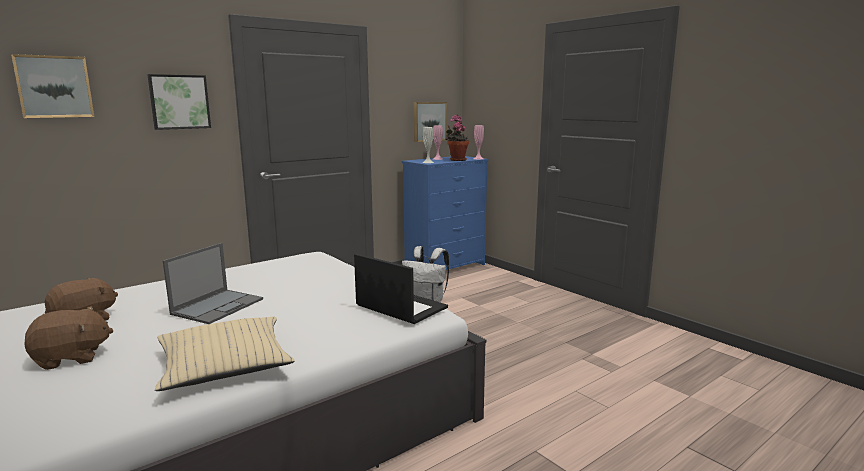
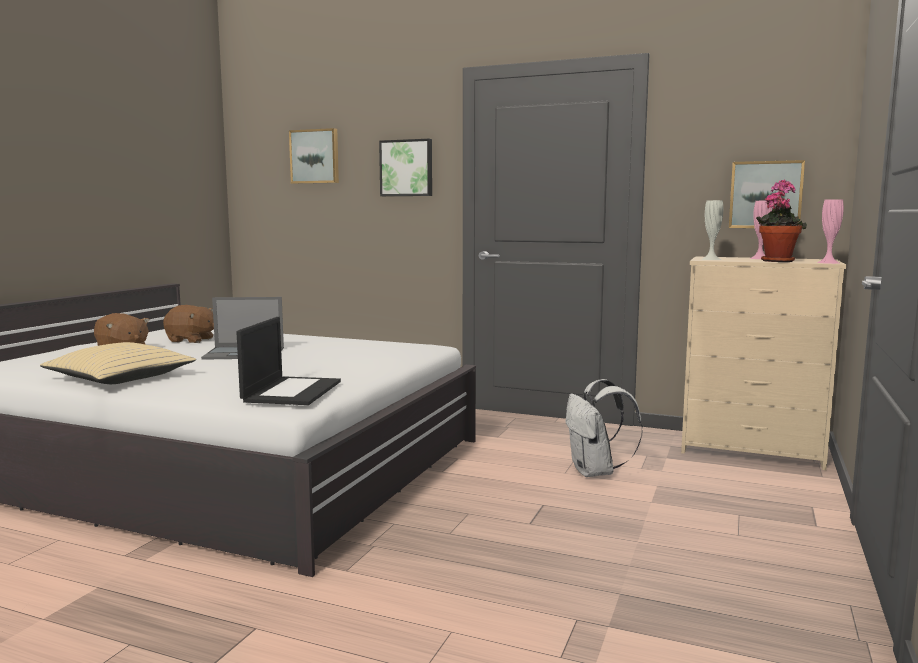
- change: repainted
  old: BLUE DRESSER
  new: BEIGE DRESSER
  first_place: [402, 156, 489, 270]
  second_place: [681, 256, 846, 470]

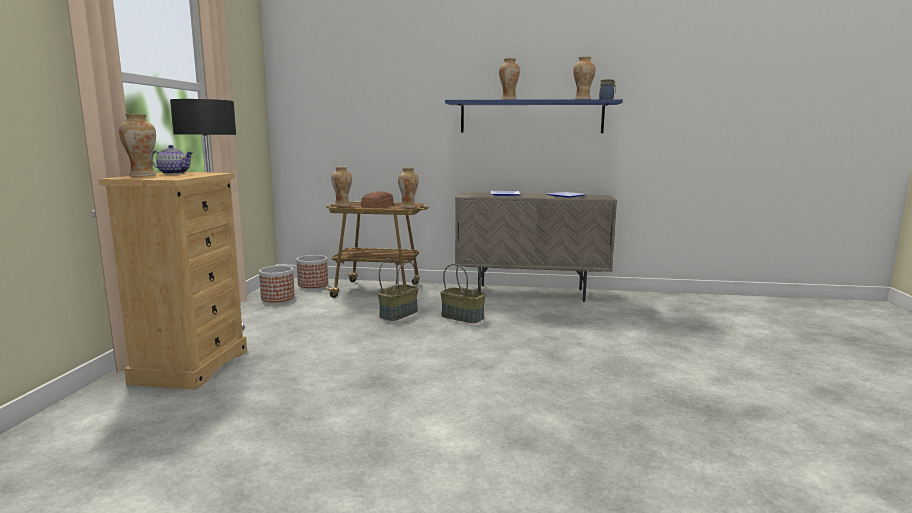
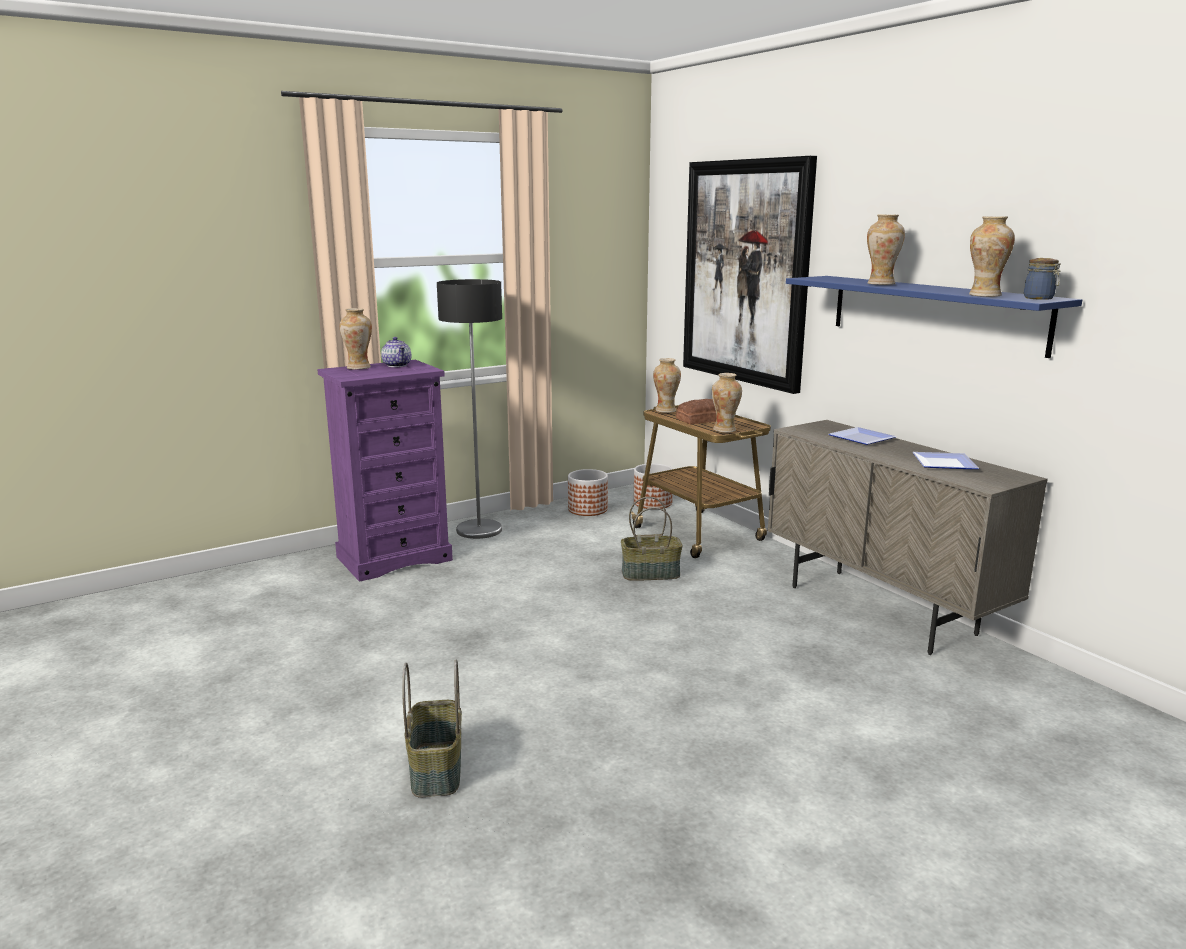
- change: repainted
  old: BEIGE DRESSER
  new: PURPLE DRESSER
  first_place: [98, 172, 247, 390]
  second_place: [317, 360, 453, 582]
- change: shifted
  old: BASKET
  first_place: [440, 259, 486, 323]
  second_place: [402, 660, 462, 797]
- change: new
  new: PICTURE
  second_place: [683, 156, 817, 394]

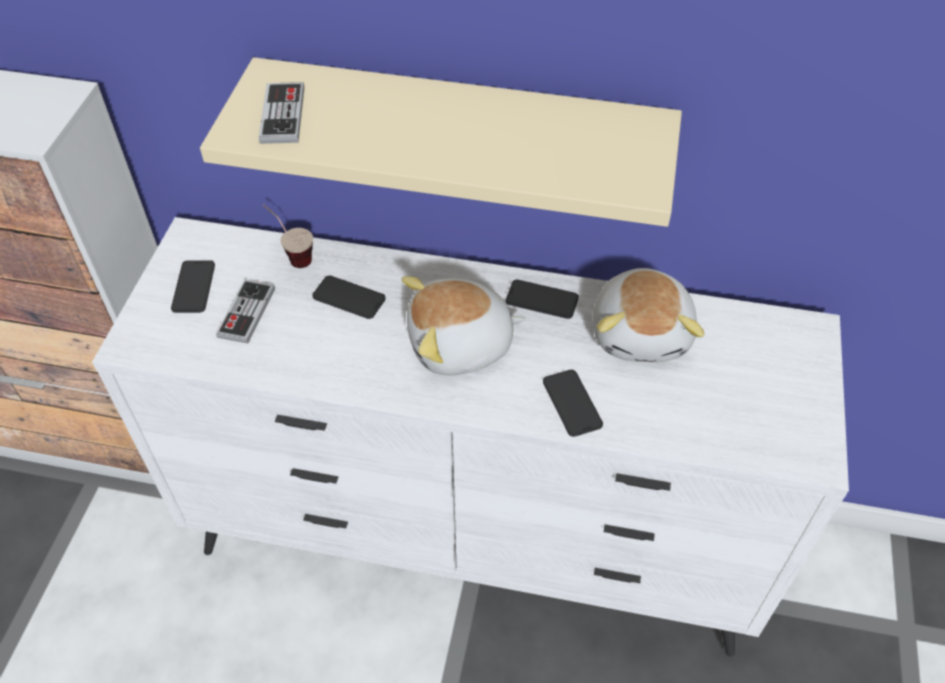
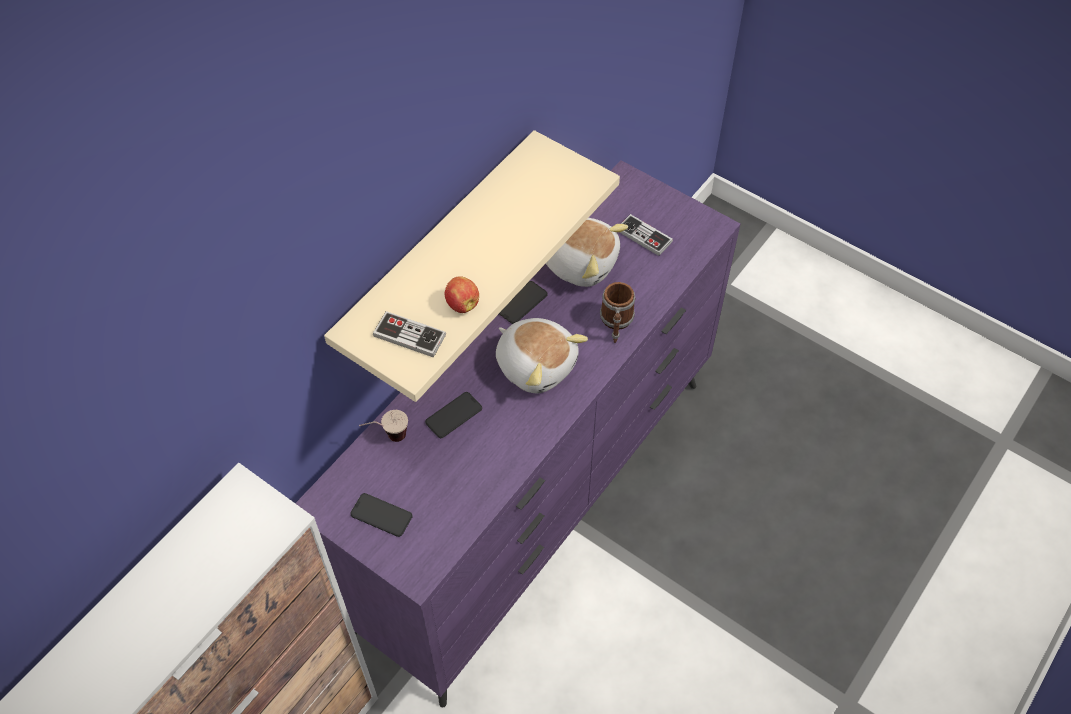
- change: repainted
  old: WHITE DRESSER
  new: PURPLE DRESSER
  first_place: [92, 217, 849, 657]
  second_place: [295, 160, 740, 708]
- change: new
  new: APPLE
  second_place: [445, 276, 479, 313]
- change: rotated
  old: PLUSH TOY
  first_place: [401, 276, 526, 375]
  second_place: [496, 318, 588, 393]
  degrees: -60
- change: swapped
  old: PHONE
  new: MUG
  first_place: [543, 370, 603, 437]
  second_place: [600, 282, 635, 343]
- change: shifted
  old: GAME CONTROLLER
  first_place: [216, 280, 275, 343]
  second_place: [620, 214, 673, 256]

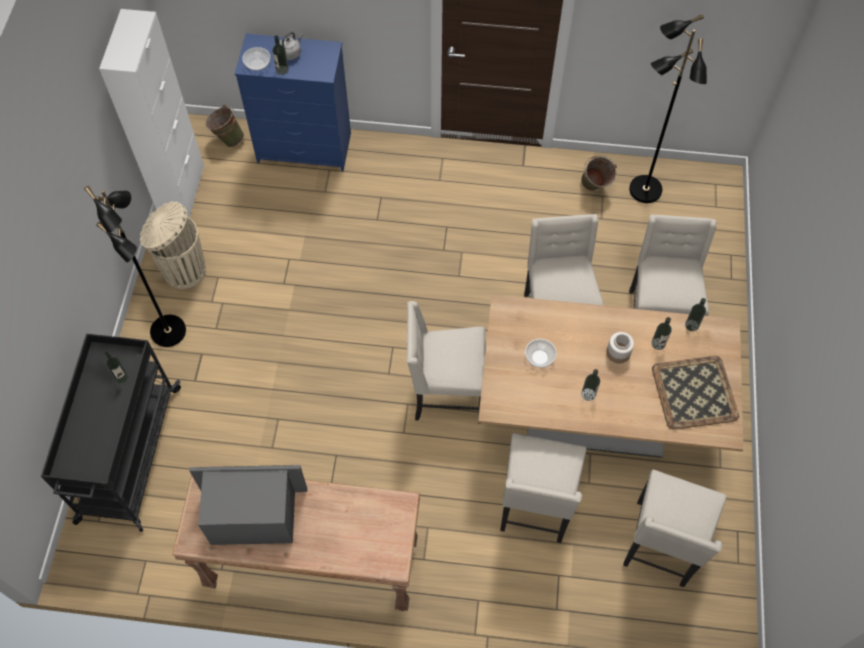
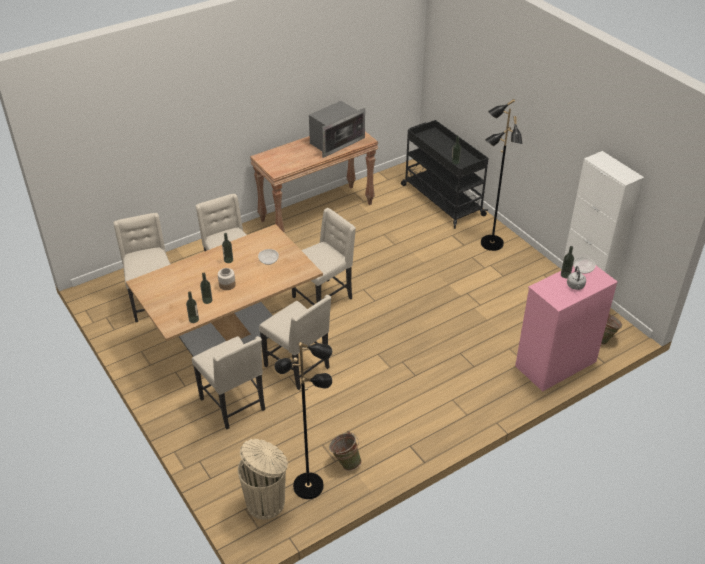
- change: shifted
  old: BEIGE TRASH CAN
  first_place: [140, 201, 206, 289]
  second_place: [238, 439, 288, 520]
- change: repainted
  old: BLUE DRESSER
  new: PINK DRESSER
  first_place: [235, 34, 351, 171]
  second_place: [515, 266, 618, 392]
- change: gone
  old: TRAY
  first_place: [652, 356, 739, 430]

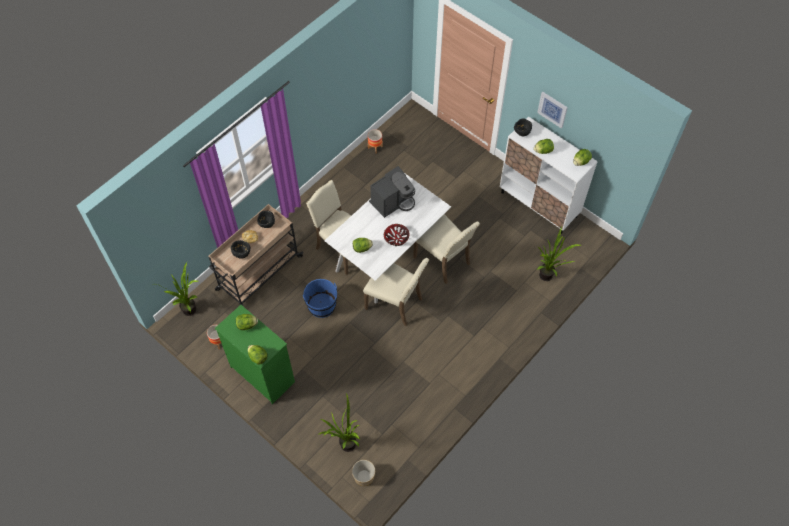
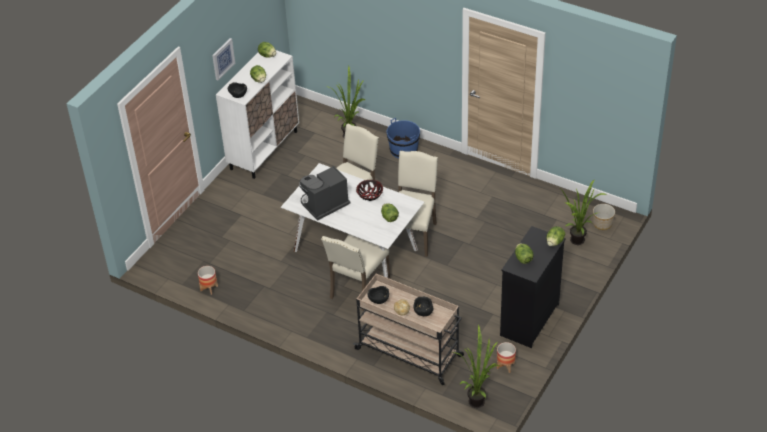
- change: rotated
  old: COFFEE MACHINE
  first_place: [369, 166, 415, 218]
  second_place: [299, 166, 351, 220]
  degrees: -75
- change: shifted
  old: BLUE BUCKET
  first_place: [303, 279, 337, 318]
  second_place: [387, 118, 420, 159]
- change: repainted
  old: GREEN DRESSER
  new: BLACK DRESSER
  first_place: [215, 305, 295, 404]
  second_place: [500, 226, 566, 348]

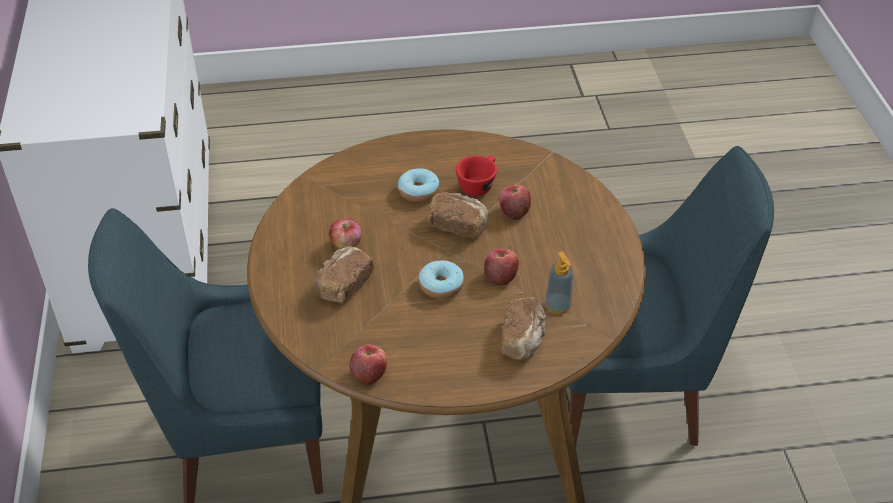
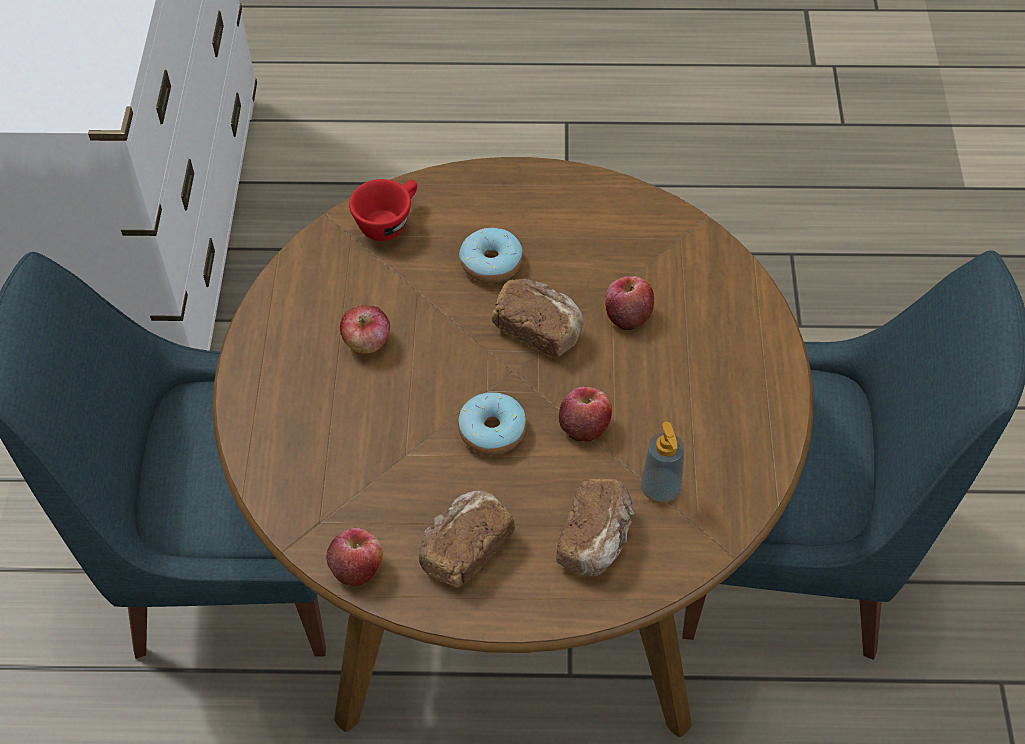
- change: shifted
  old: RED CUP
  first_place: [456, 155, 497, 196]
  second_place: [349, 179, 417, 241]
- change: shifted
  old: BREAD
  first_place: [315, 246, 374, 303]
  second_place: [418, 491, 515, 588]

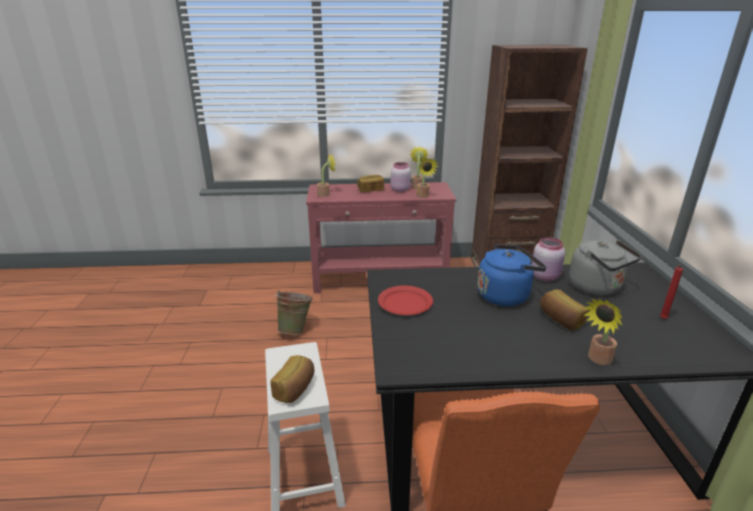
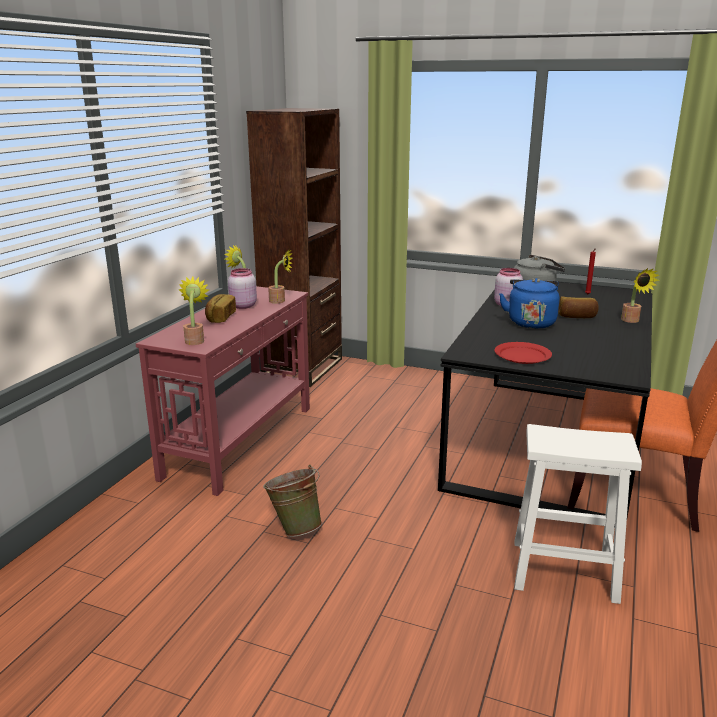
- change: gone
  old: BREAD
  first_place: [270, 355, 315, 403]

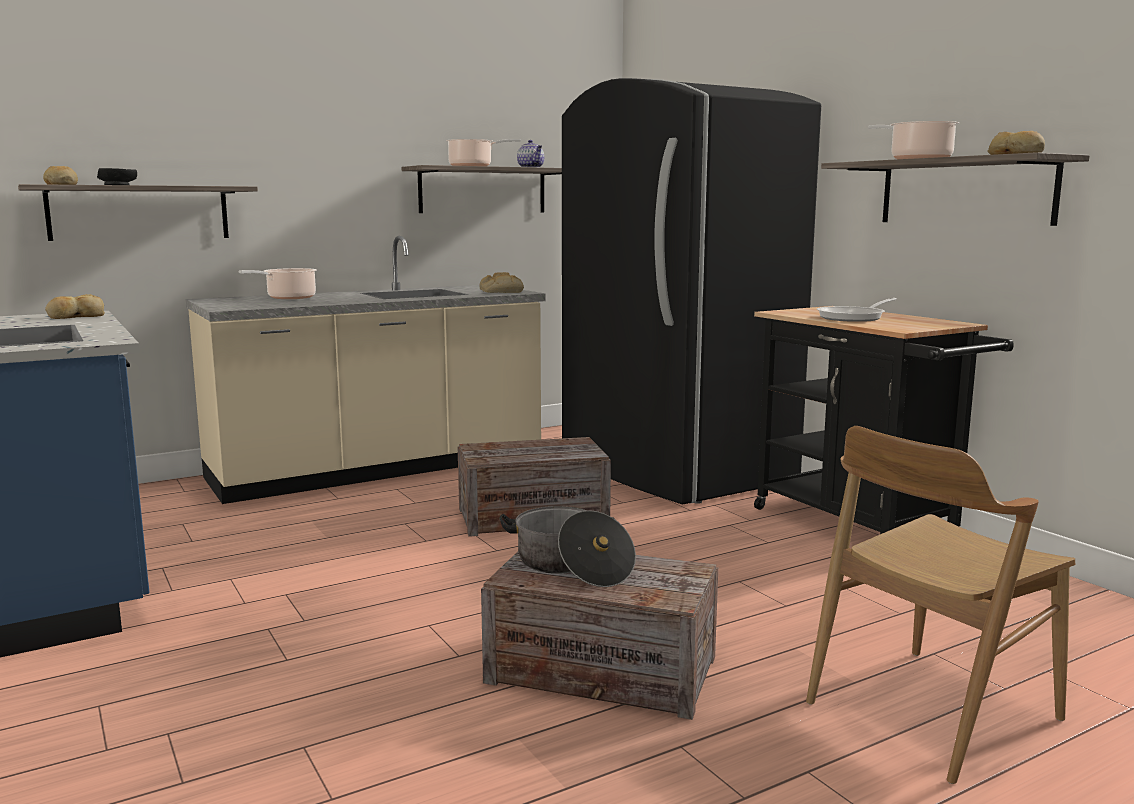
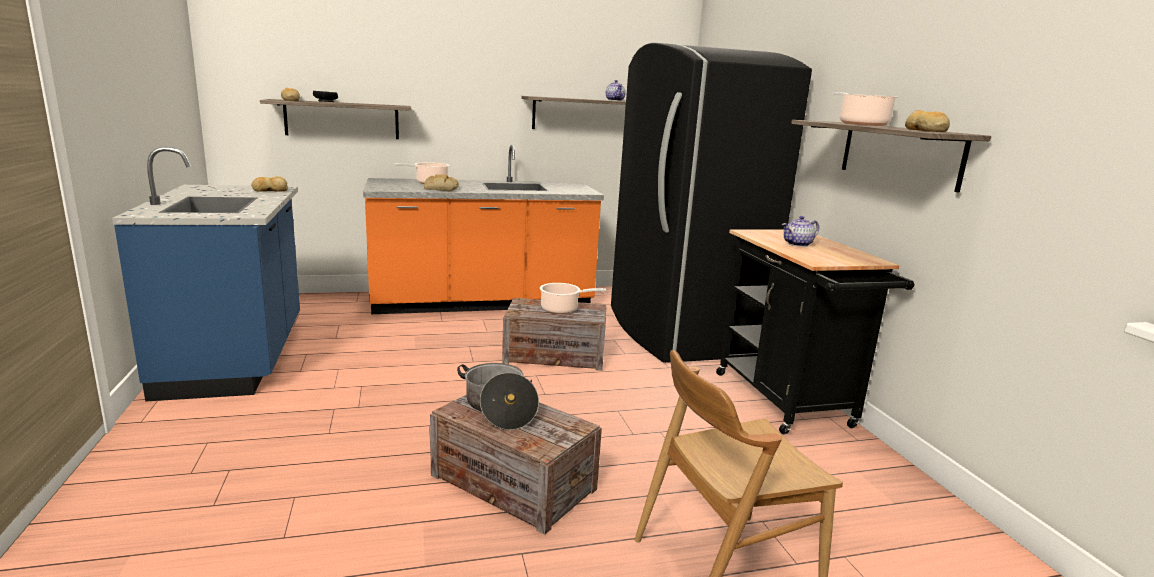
- change: repainted
  old: BEIGE COUNTER
  new: ORANGE COUNTER
  first_place: [185, 236, 545, 504]
  second_place: [363, 145, 604, 314]
- change: shifted
  old: BREAD
  first_place: [479, 272, 524, 293]
  second_place: [424, 174, 459, 191]
- change: shifted
  old: COOKING POT
  first_place: [446, 139, 521, 166]
  second_place: [540, 283, 606, 314]
- change: swapped
  old: FRYING PAN
  new: TEAPOT
  first_place: [817, 298, 897, 322]
  second_place: [782, 216, 819, 247]

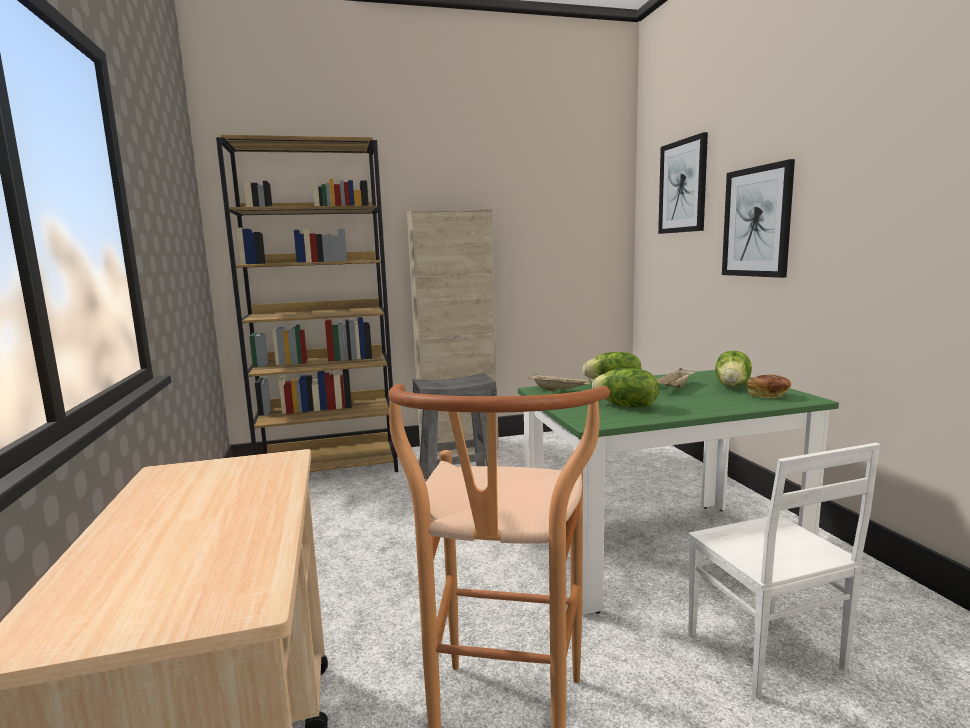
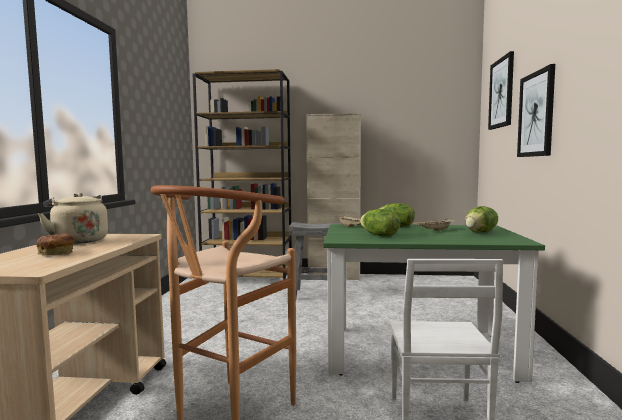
- change: shifted
  old: BREAD
  first_place: [746, 374, 791, 398]
  second_place: [36, 233, 75, 255]
- change: new
  new: BEIGE KETTLE
  second_place: [38, 193, 108, 244]

